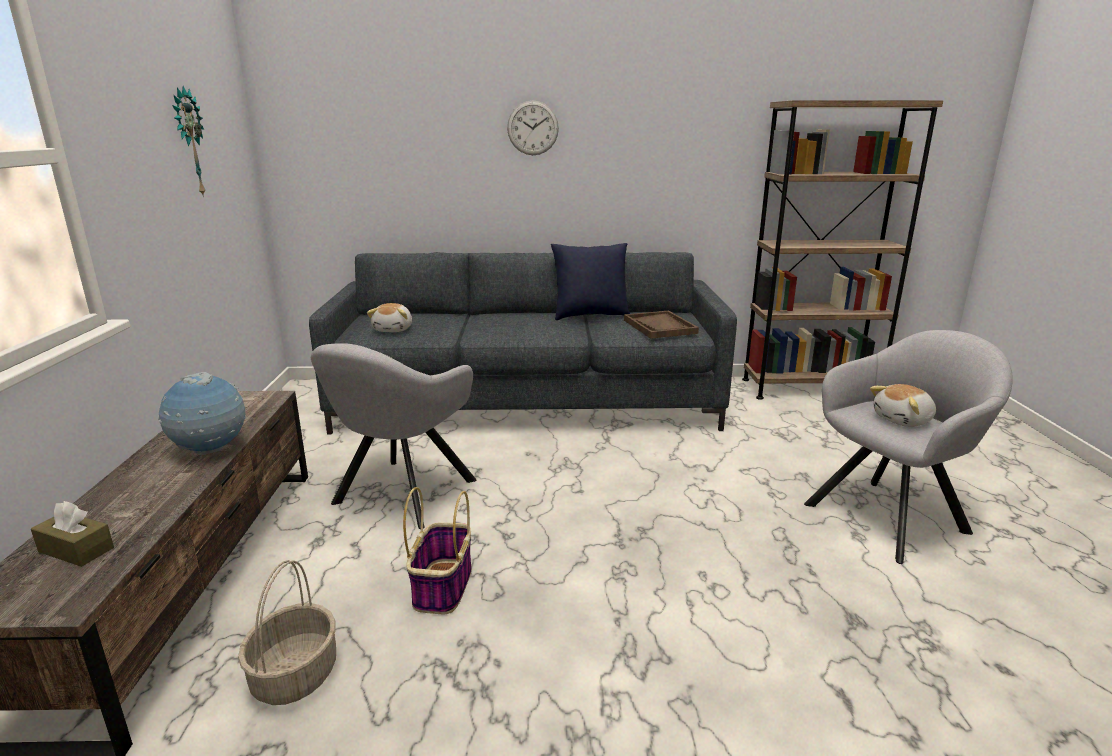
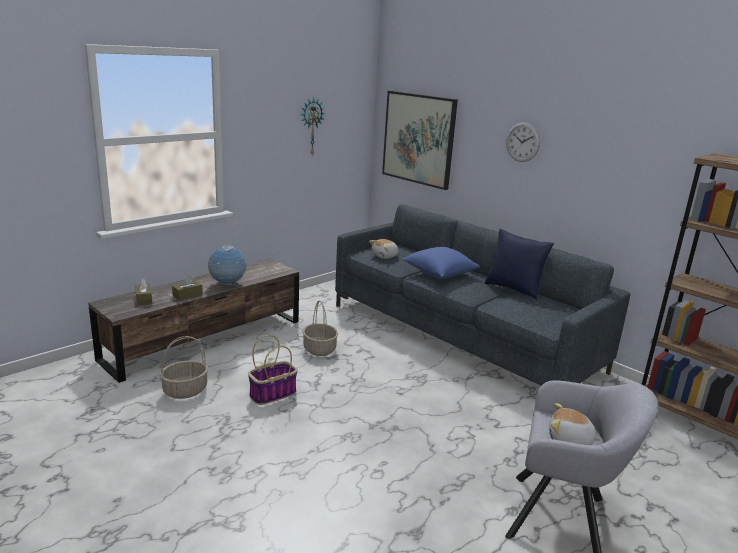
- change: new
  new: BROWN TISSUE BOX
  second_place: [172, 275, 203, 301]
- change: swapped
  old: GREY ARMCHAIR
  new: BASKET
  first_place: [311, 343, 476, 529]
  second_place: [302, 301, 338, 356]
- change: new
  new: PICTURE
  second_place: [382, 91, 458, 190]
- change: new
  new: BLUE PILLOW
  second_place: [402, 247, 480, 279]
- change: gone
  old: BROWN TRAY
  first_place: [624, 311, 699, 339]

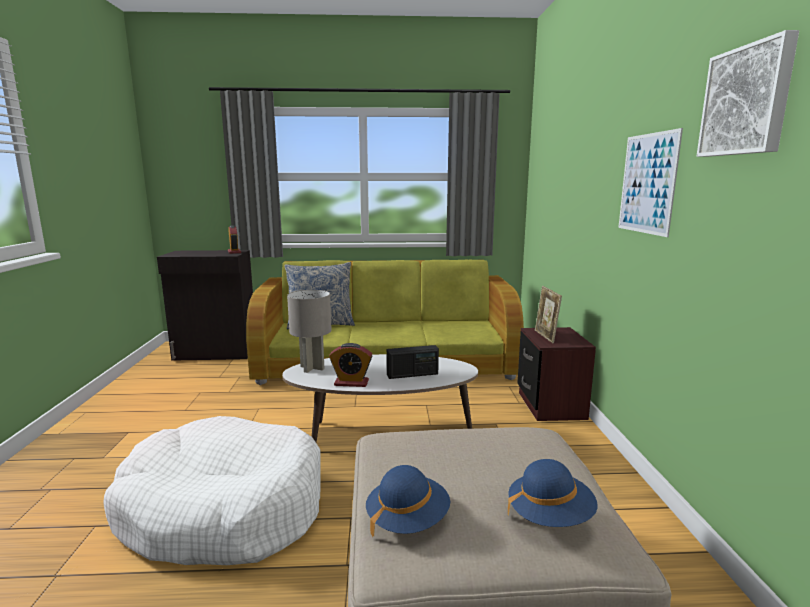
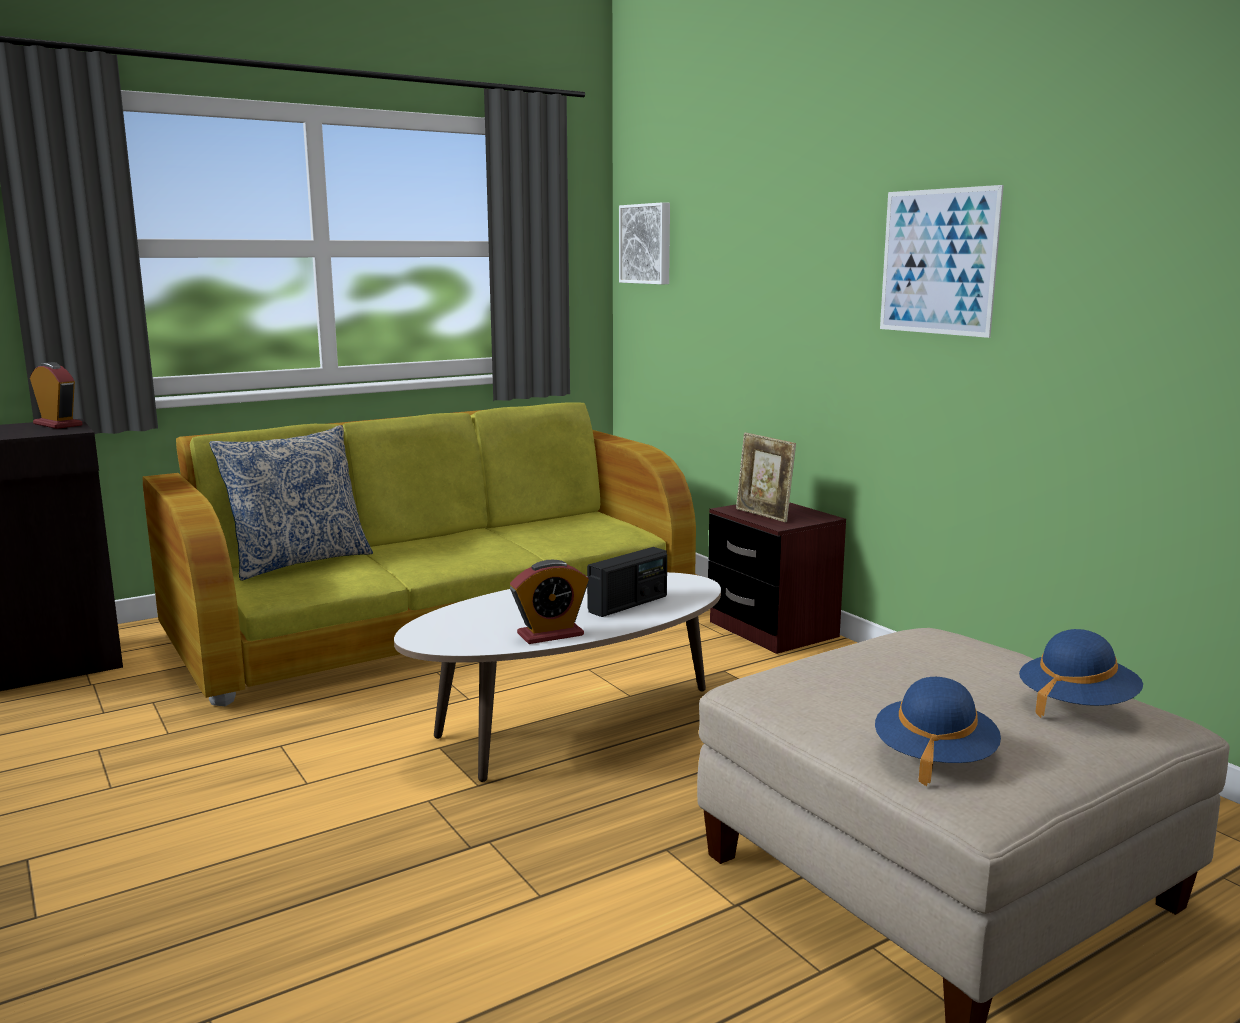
- change: shifted
  old: PICTURE
  first_place: [697, 30, 799, 157]
  second_place: [619, 202, 670, 284]
- change: gone
  old: WHITE DOG BED
  first_place: [103, 416, 321, 565]
- change: gone
  old: GREY TABLE LAMP
  first_place: [287, 290, 332, 373]

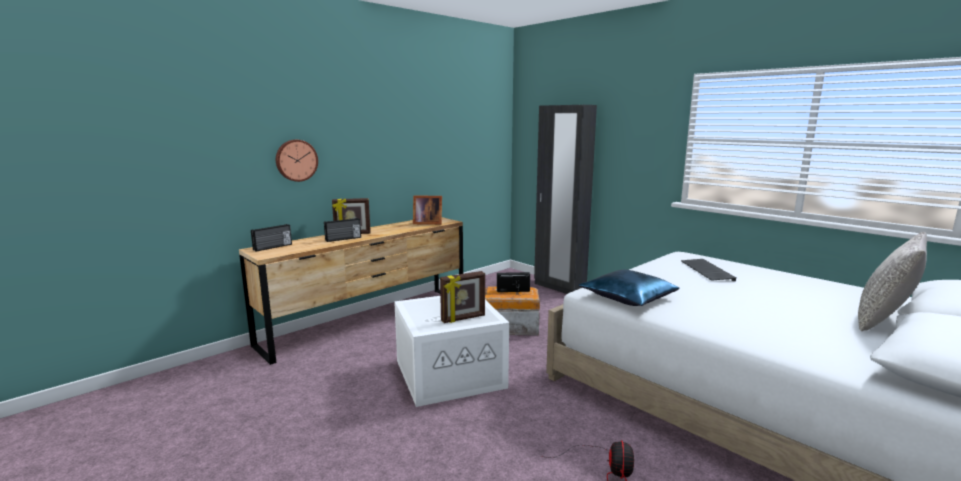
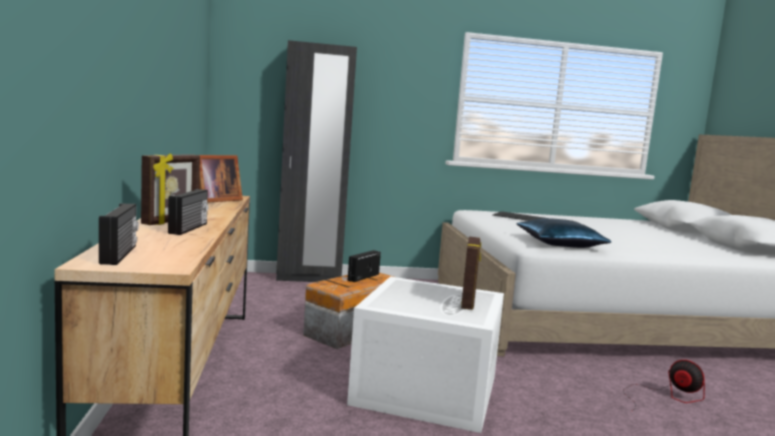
- change: gone
  old: WALL CLOCK
  first_place: [276, 140, 318, 182]
- change: gone
  old: GREY PILLOW
  first_place: [858, 232, 927, 331]

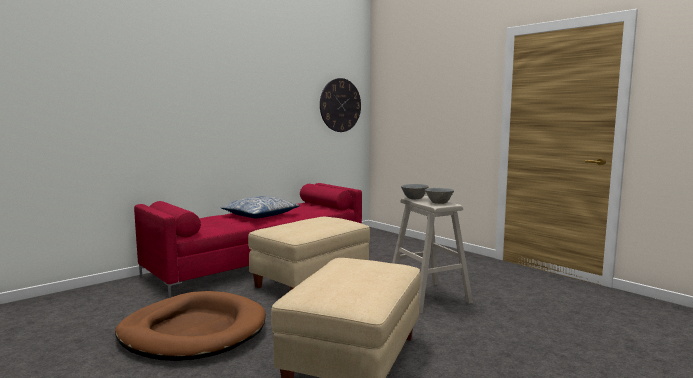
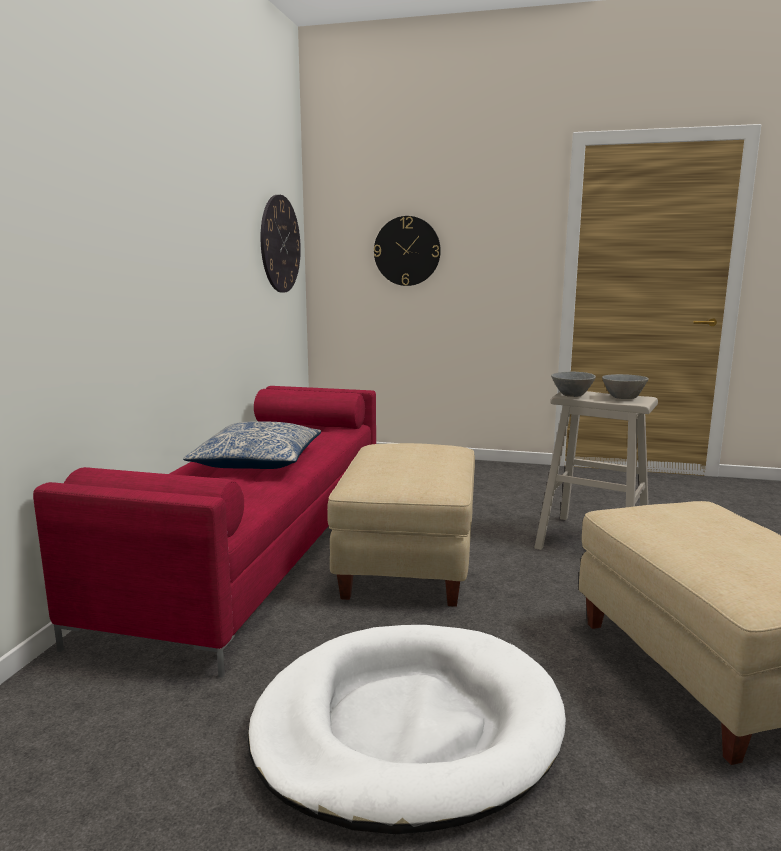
- change: repainted
  old: BROWN DOG BED
  new: WHITE DOG BED
  first_place: [115, 291, 266, 361]
  second_place: [248, 625, 566, 834]
- change: new
  new: WALL CLOCK
  second_place: [374, 216, 441, 286]

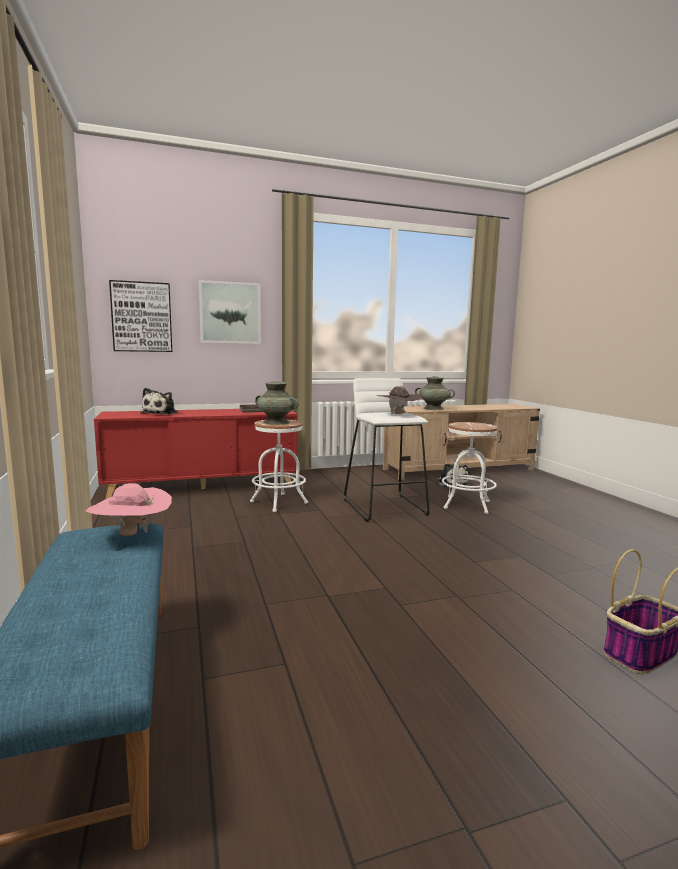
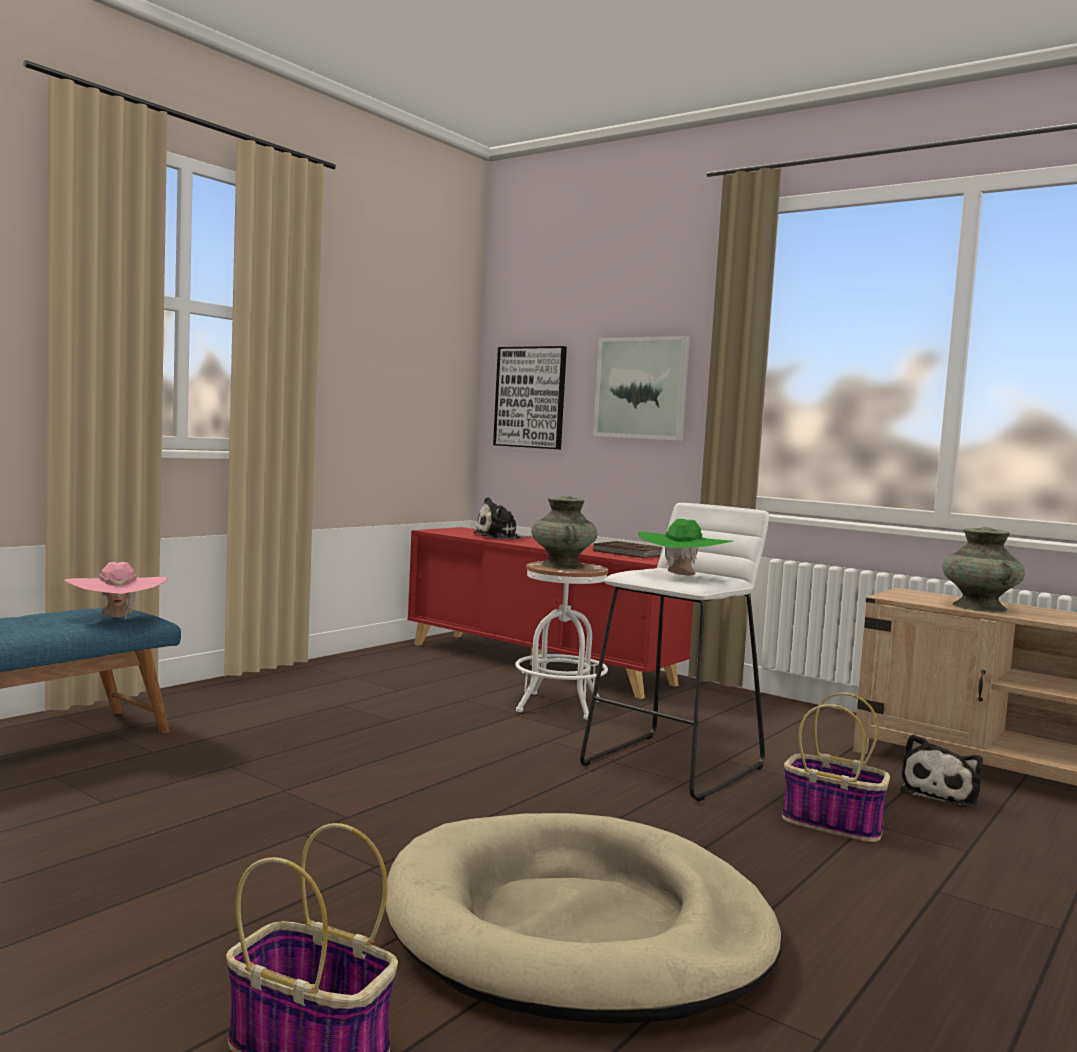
- change: new
  new: BEIGE DOG BED
  second_place: [386, 813, 782, 1024]
- change: repainted
  old: BROWN HAT
  new: GREEN HAT
  first_place: [376, 386, 422, 414]
  second_place: [638, 519, 733, 576]
- change: swapped
  old: WHITE STOOL
  new: BASKET
  first_place: [442, 422, 498, 514]
  second_place: [782, 692, 890, 842]

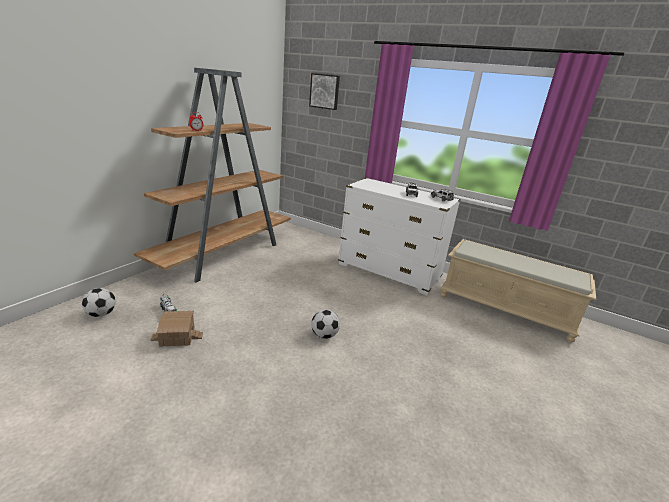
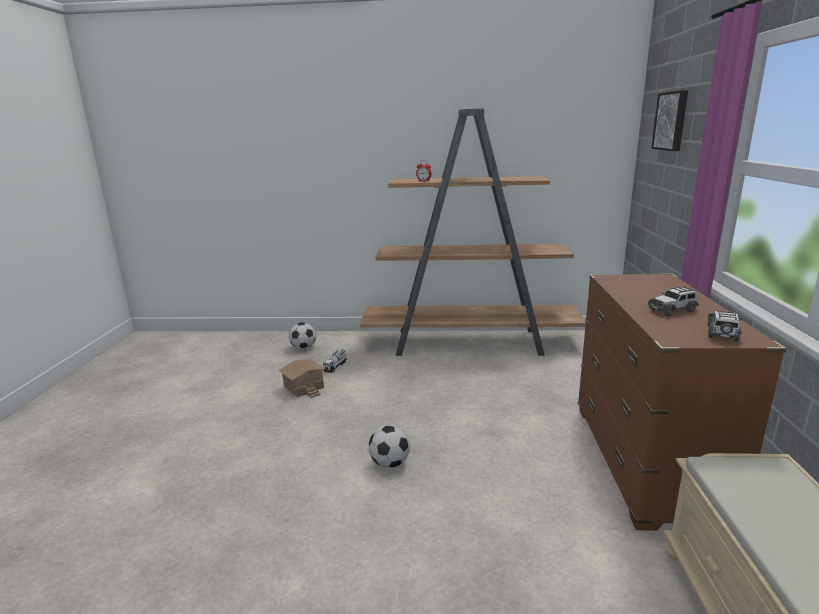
- change: repainted
  old: WHITE DRESSER
  new: BROWN DRESSER
  first_place: [338, 178, 461, 295]
  second_place: [578, 274, 787, 531]

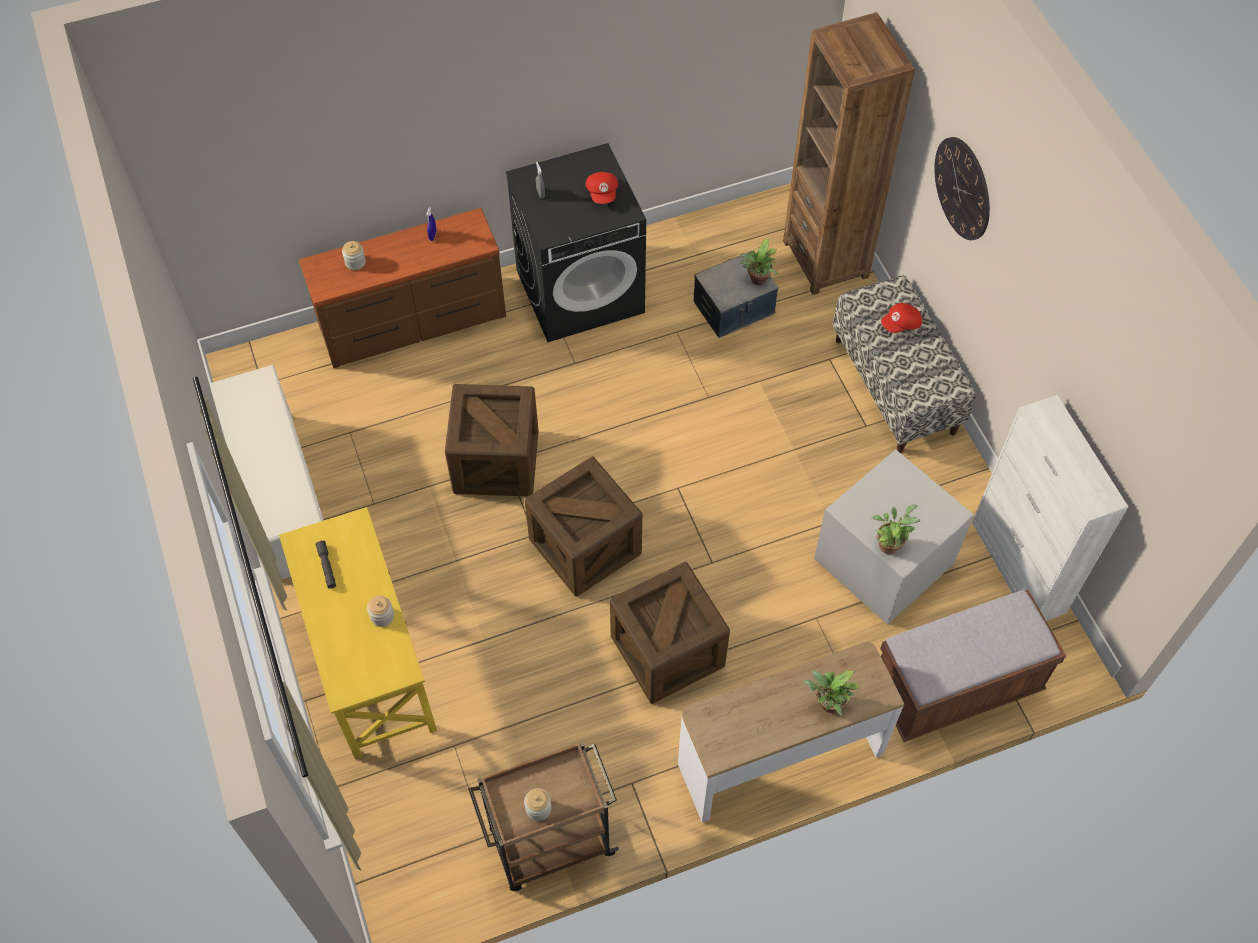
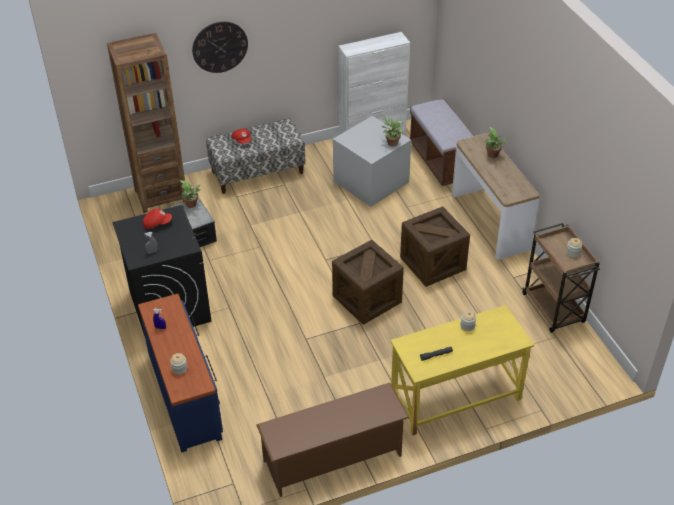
- change: repainted
  old: BROWN DRESSER
  new: BLUE DRESSER
  first_place: [299, 208, 506, 368]
  second_place: [138, 294, 223, 452]
- change: repainted
  old: WHITE SHOE RACK
  new: BROWN SHOE RACK
  first_place: [210, 364, 324, 580]
  second_place: [256, 383, 409, 497]
- change: gone
  old: CRATE
  first_place: [445, 384, 539, 496]

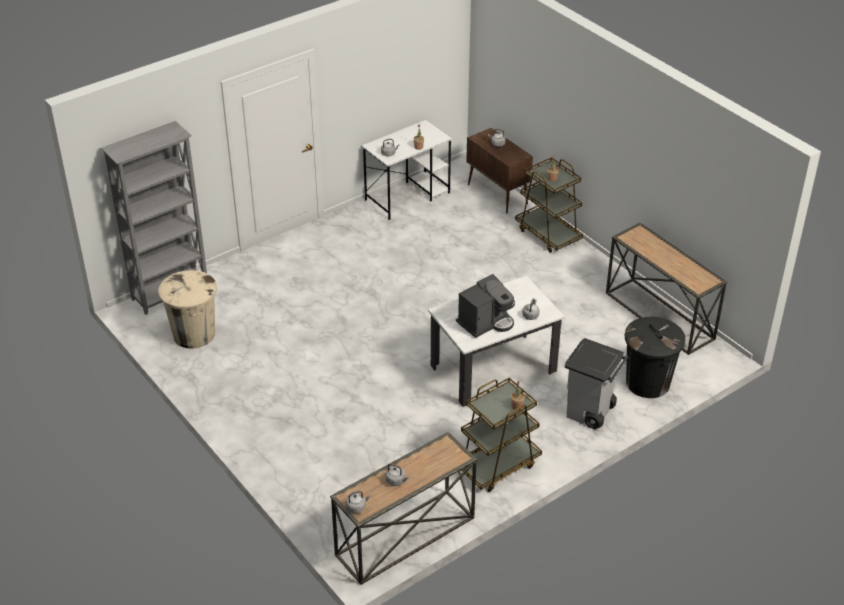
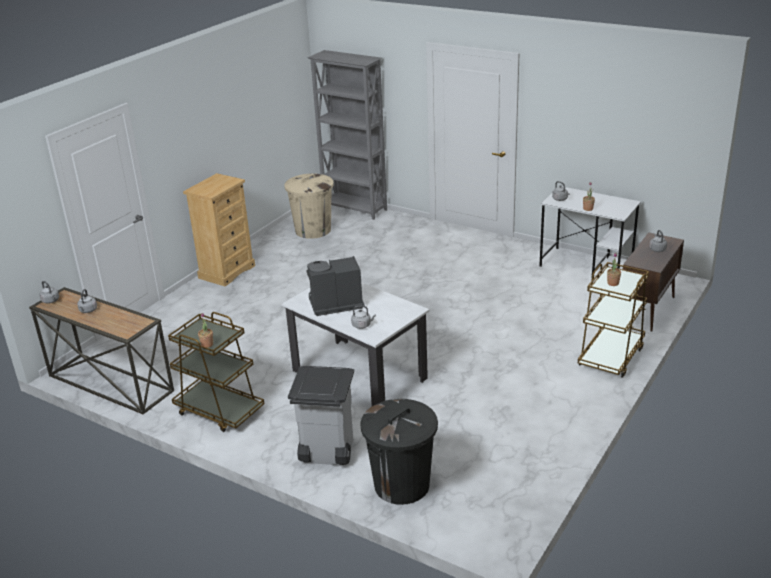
- change: new
  new: BEIGE DRESSER
  second_place: [183, 173, 255, 286]
- change: rotated
  old: COFFEE MACHINE
  first_place: [456, 274, 515, 338]
  second_place: [306, 256, 365, 316]
  degrees: 135
- change: gone
  old: CONSOLE TABLE
  first_place: [606, 223, 727, 355]

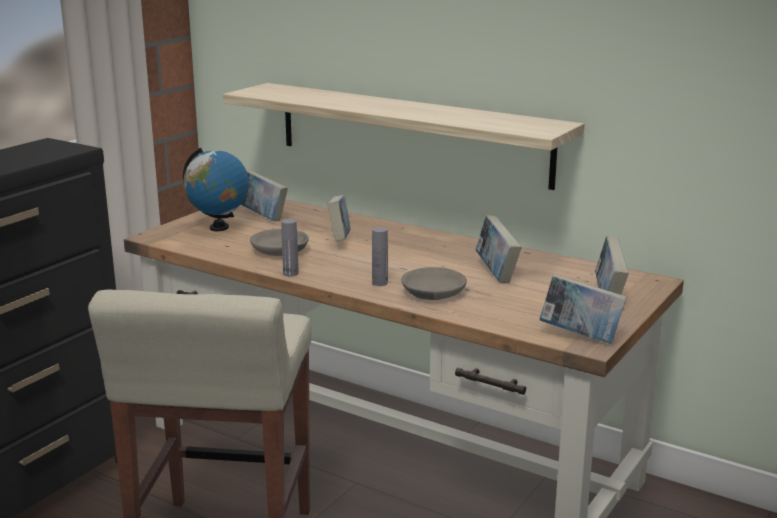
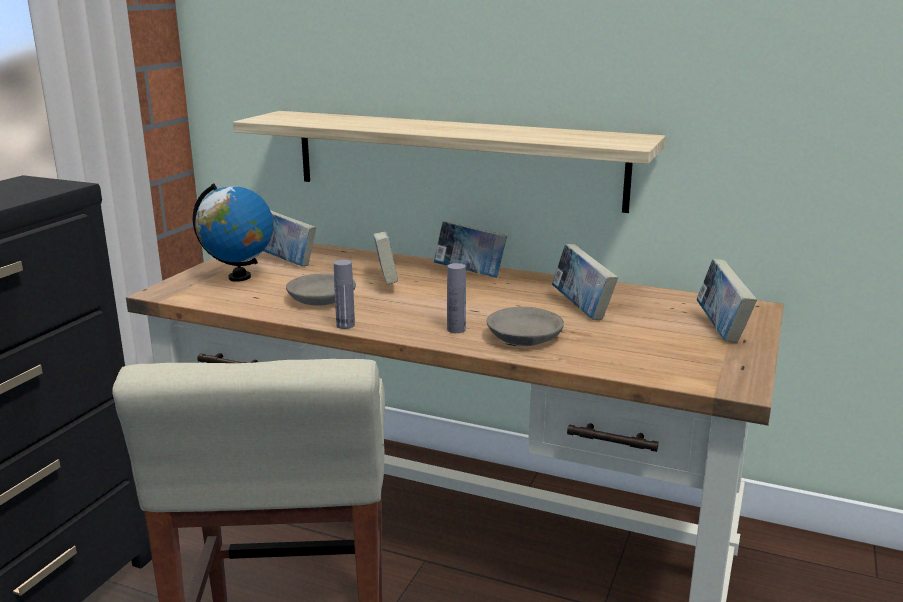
- change: shifted
  old: BOOK
  first_place: [539, 274, 626, 344]
  second_place: [434, 221, 507, 278]

